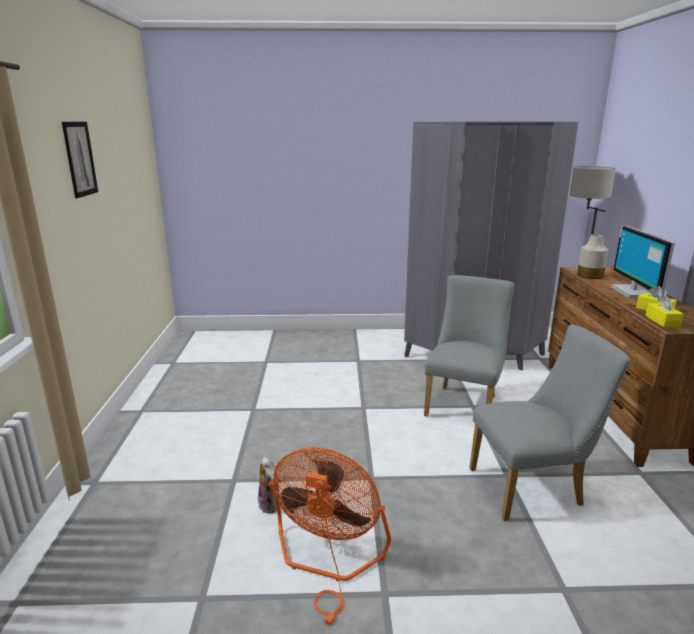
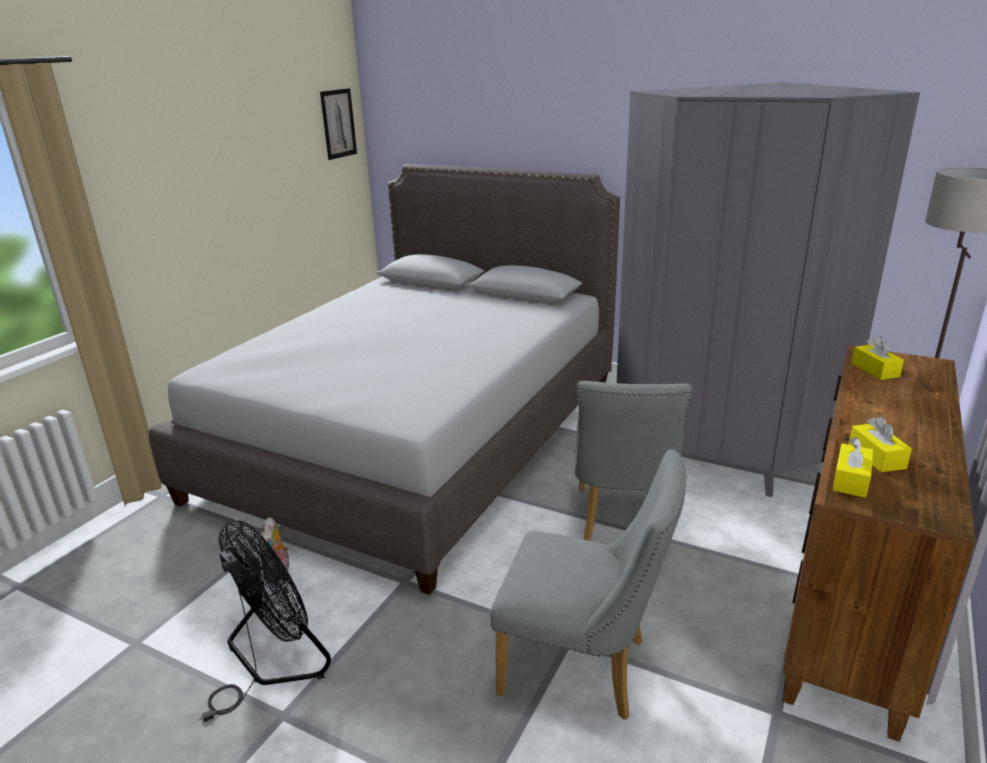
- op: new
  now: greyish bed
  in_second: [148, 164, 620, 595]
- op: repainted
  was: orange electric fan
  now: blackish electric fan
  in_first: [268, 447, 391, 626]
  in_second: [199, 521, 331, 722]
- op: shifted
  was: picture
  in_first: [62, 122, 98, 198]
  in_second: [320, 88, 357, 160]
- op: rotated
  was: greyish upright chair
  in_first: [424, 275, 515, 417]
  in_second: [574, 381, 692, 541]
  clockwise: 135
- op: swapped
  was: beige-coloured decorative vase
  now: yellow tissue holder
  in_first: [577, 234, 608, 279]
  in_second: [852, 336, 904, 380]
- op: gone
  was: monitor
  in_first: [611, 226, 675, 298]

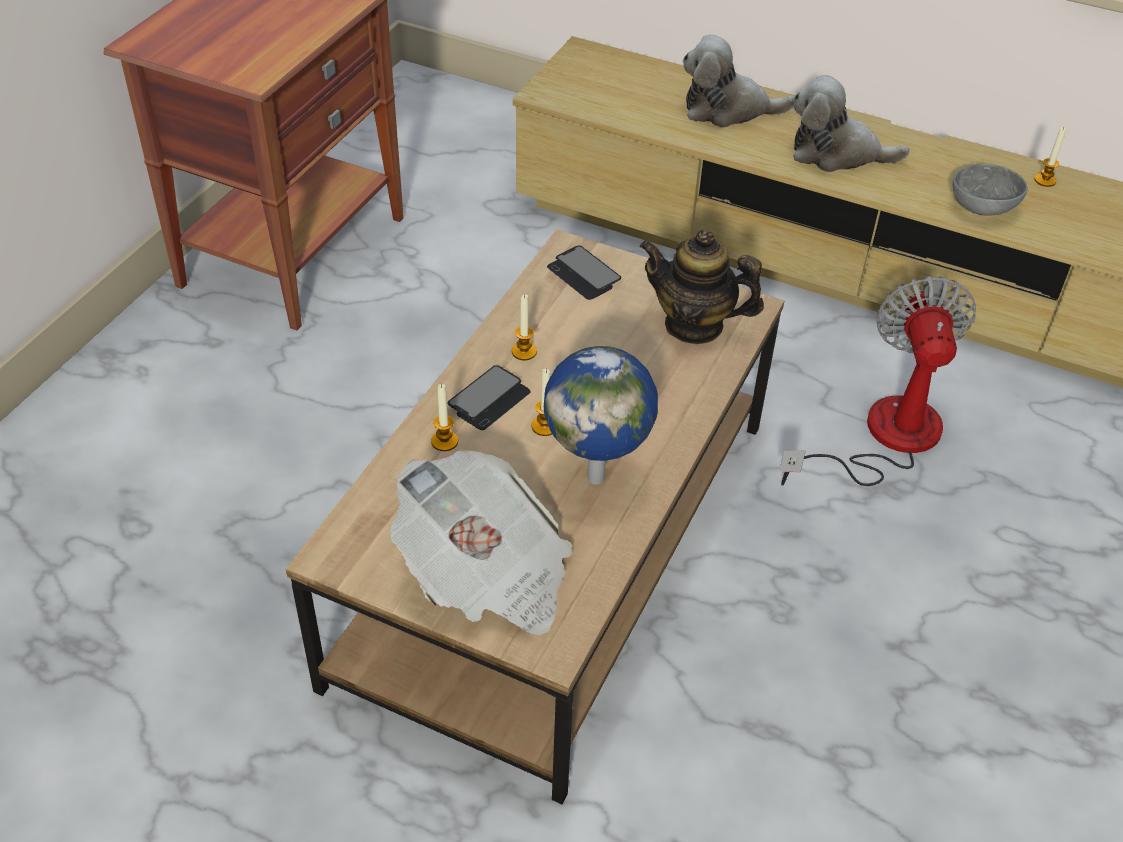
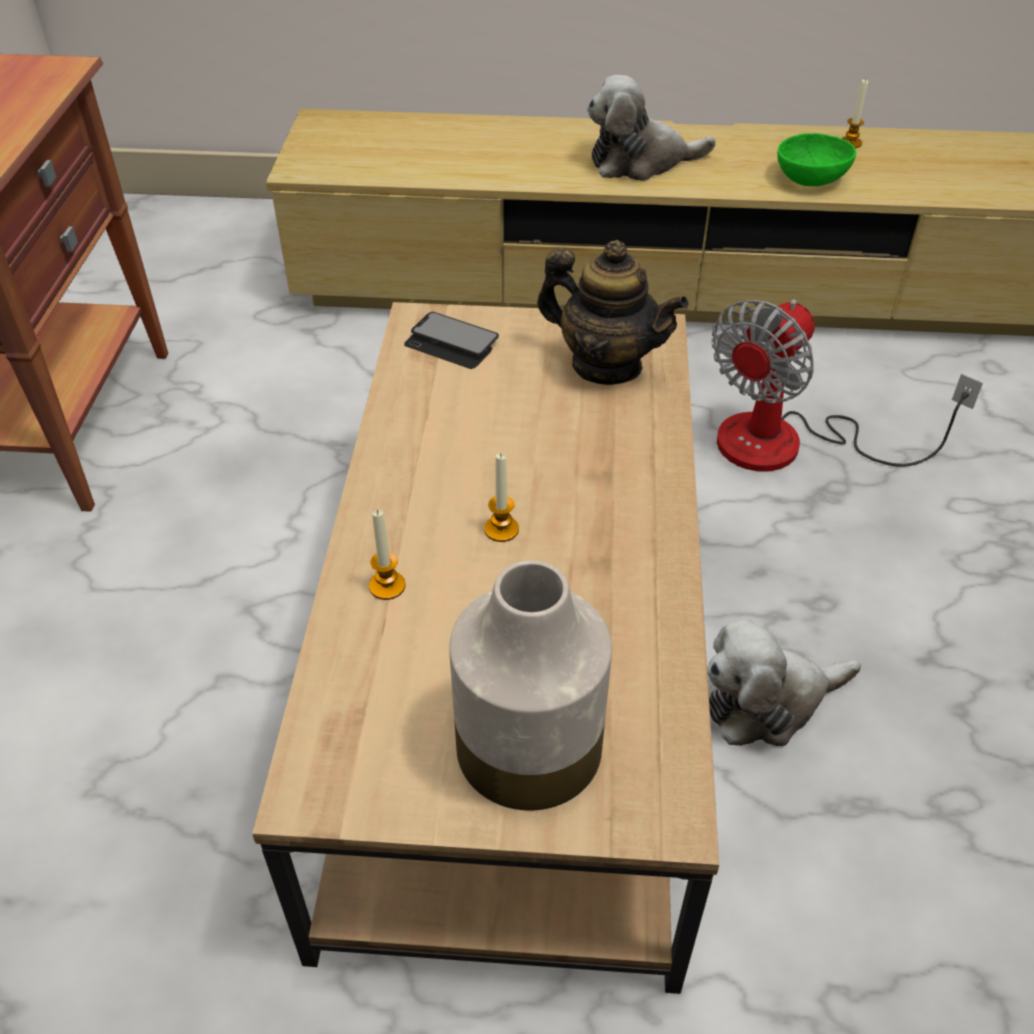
- op: swapped
  was: newspaper
  now: beige-coloured decorative vase
  in_first: [390, 451, 572, 635]
  in_second: [449, 560, 612, 811]
- op: rotated
  was: tea pot
  in_first: [640, 229, 764, 344]
  in_second: [537, 240, 689, 385]
  clockwise: -150
- op: shifted
  was: soft toy
  in_first: [683, 35, 794, 128]
  in_second: [707, 619, 861, 746]
- op: rotated
  was: electric fan
  in_first: [779, 276, 976, 486]
  in_second: [712, 300, 983, 472]
  clockwise: -120
- op: repainted
  was: greyish deep dish
  now: greenish deep dish
  in_first: [953, 163, 1028, 216]
  in_second: [777, 133, 856, 186]
- op: gone
  was: handset
  in_first: [447, 365, 531, 430]
- op: gone
  was: wax candle
  in_first: [512, 294, 537, 360]
- op: gone
  was: world globe
  in_first: [544, 346, 658, 485]

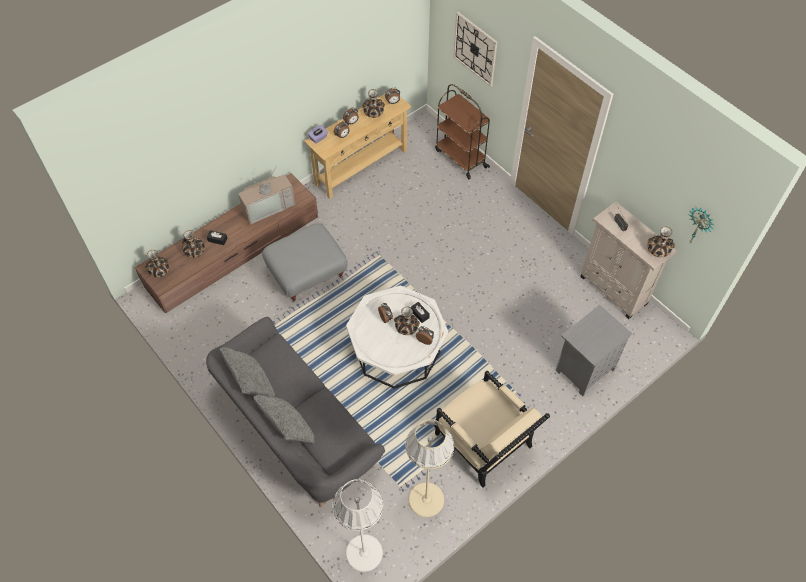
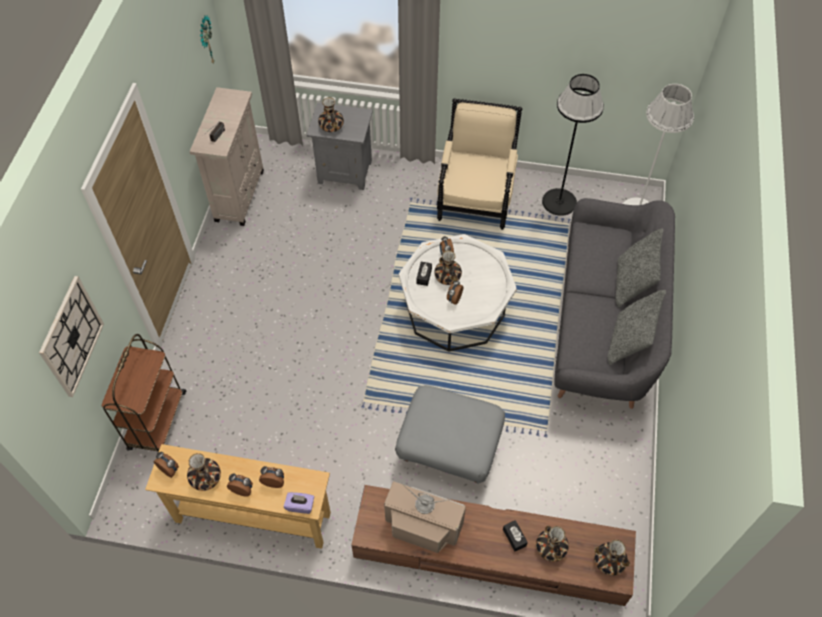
- op: shifted
  was: decorative vase
  in_first: [648, 226, 675, 257]
  in_second: [318, 97, 344, 132]
- op: repainted
  was: beige-coloured standing lamp
  now: blackish standing lamp
  in_first: [406, 419, 454, 517]
  in_second: [542, 74, 604, 216]

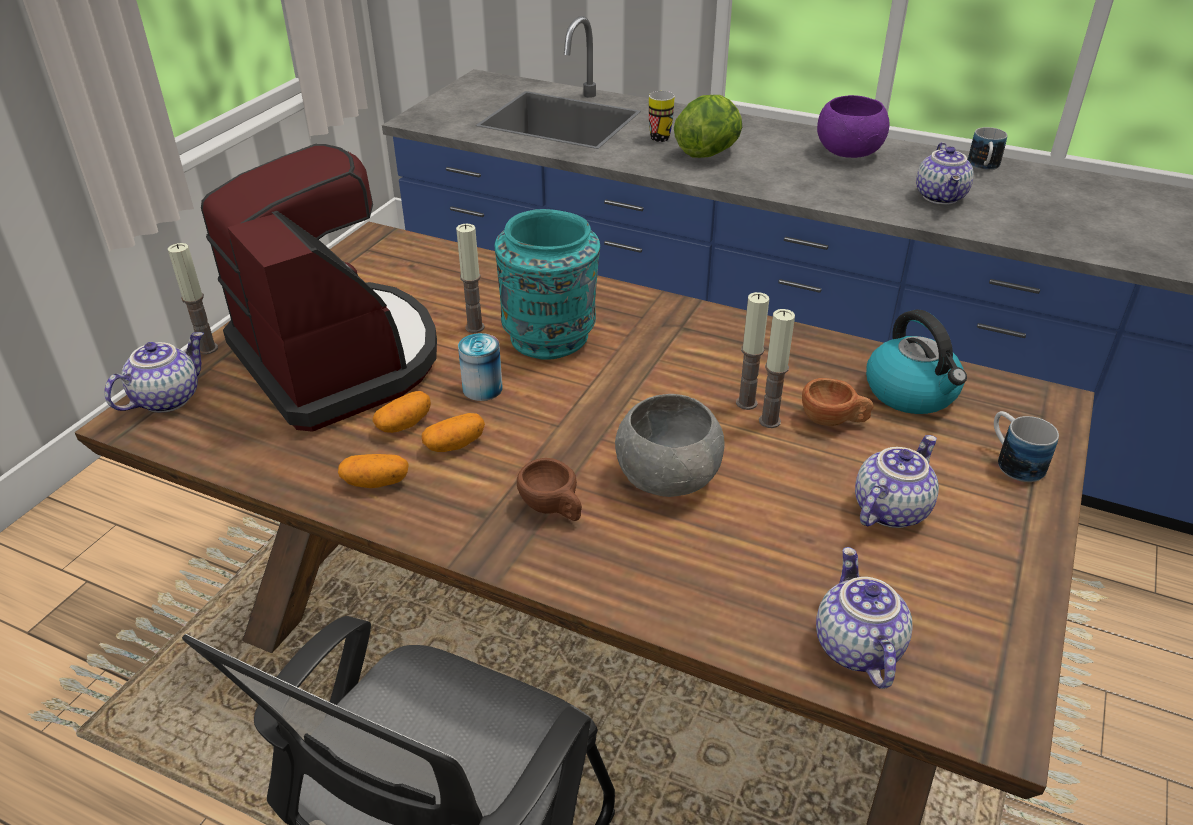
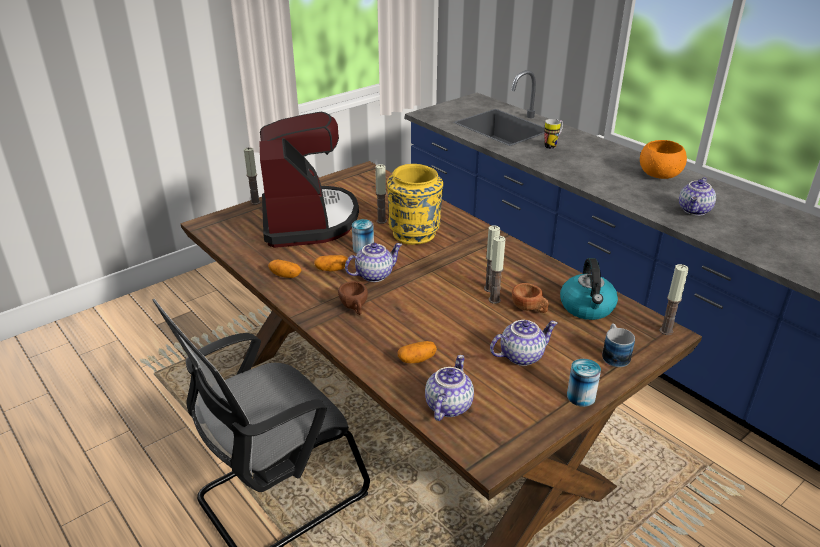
- op: shifted
  was: tea pot
  in_first: [104, 332, 204, 413]
  in_second: [345, 243, 402, 282]
- op: repainted
  was: blue-green decorative vase
  now: yellow decorative vase
  in_first: [495, 209, 600, 360]
  in_second: [387, 164, 443, 245]
- op: shifted
  was: whole potato
  in_first: [373, 391, 431, 433]
  in_second: [398, 341, 437, 363]
- op: new
  now: can
  in_second: [567, 359, 601, 407]
- op: repainted
  was: purple deep dish
  now: orange deep dish
  in_first: [817, 95, 889, 158]
  in_second: [640, 140, 687, 179]
- op: new
  now: wax candle
  in_second: [659, 264, 689, 335]
- op: gone
  was: greyish deep dish
  in_first: [615, 394, 725, 497]
- op: gone
  was: lettuce
  in_first: [674, 95, 742, 158]
- op: gone
  was: mug
  in_first: [968, 127, 1007, 171]

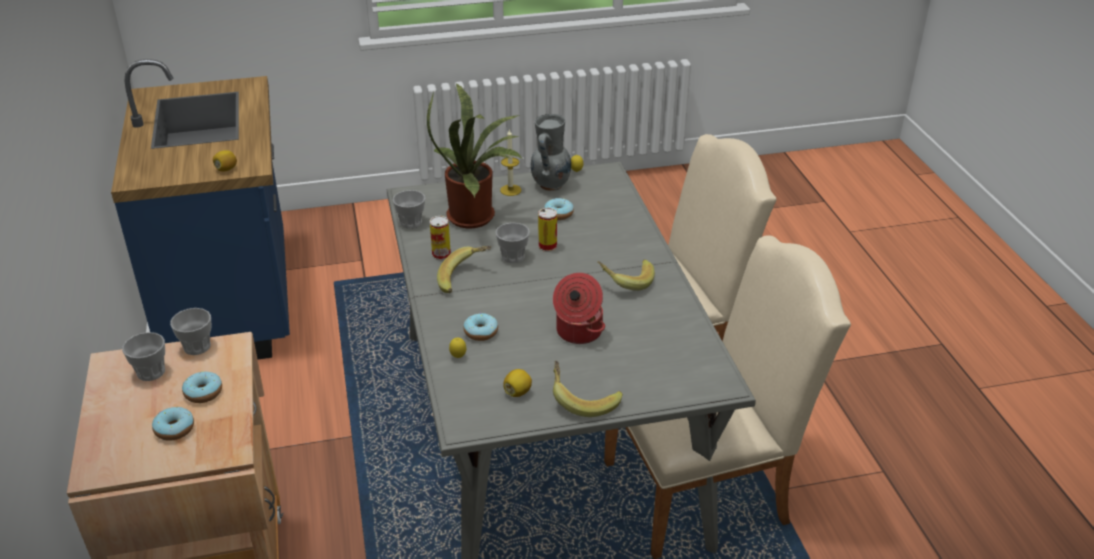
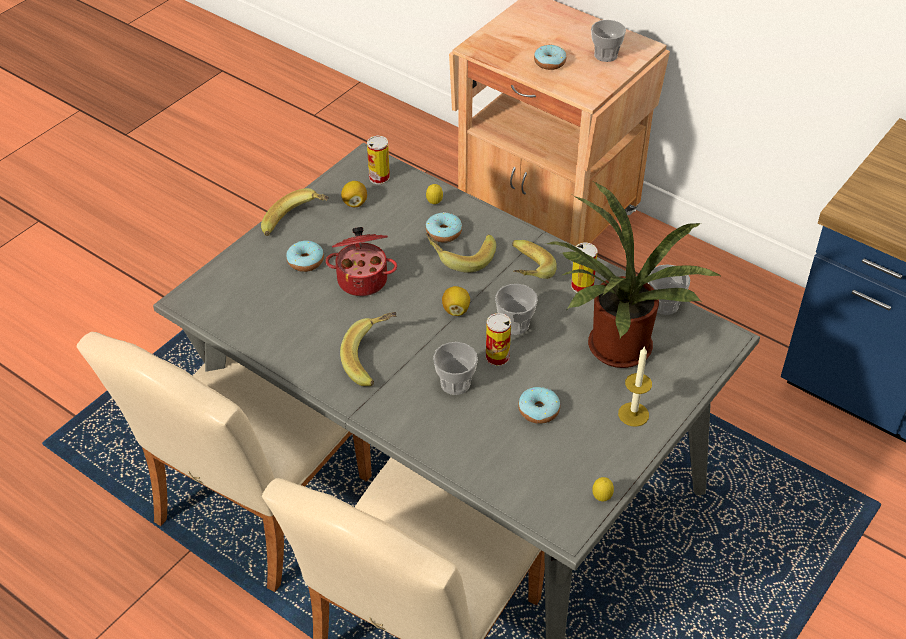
- op: shifted
  was: doughnut
  in_first: [152, 407, 194, 441]
  in_second: [286, 240, 324, 272]
- op: new
  now: can
  in_second: [367, 136, 390, 184]
- op: new
  now: banana
  in_second: [426, 233, 496, 273]
- op: shifted
  was: drinking cup
  in_first: [170, 308, 212, 355]
  in_second: [433, 342, 478, 395]
- op: shifted
  was: lemon
  in_first: [213, 150, 237, 172]
  in_second: [442, 286, 470, 316]
- op: gone
  was: greyish decorative vase
  in_first: [531, 114, 571, 191]

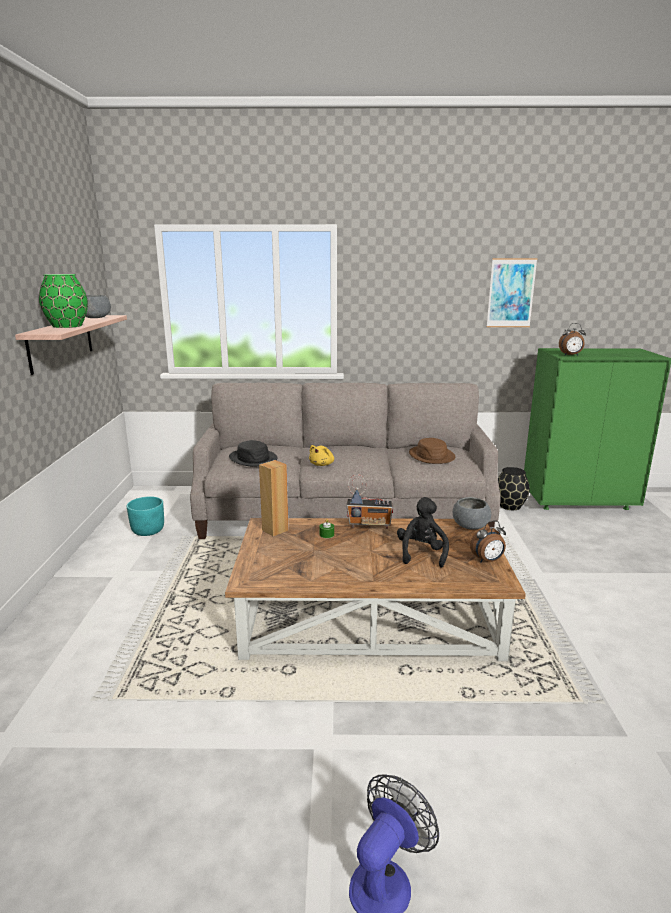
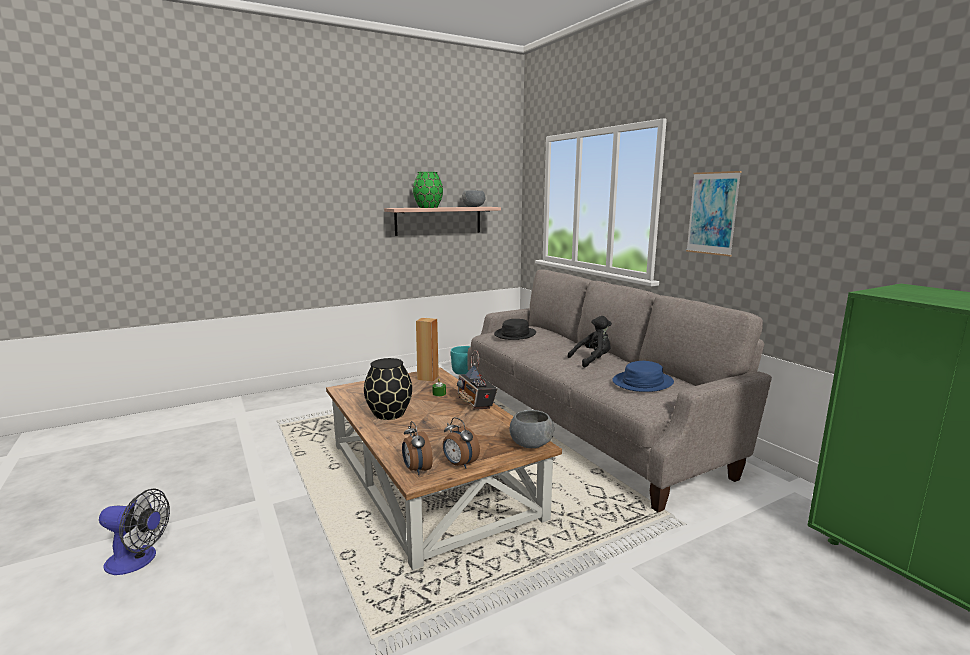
- op: shifted
  was: blackish decorative vase
  in_first: [498, 467, 530, 510]
  in_second: [364, 358, 412, 420]
- op: shifted
  was: bedside clock
  in_first: [559, 323, 586, 356]
  in_second: [402, 421, 433, 475]
- op: shifted
  was: blackish soft toy
  in_first: [397, 497, 449, 568]
  in_second: [567, 316, 612, 368]
- op: repainted
  was: brown clothing hat
  now: bluish clothing hat
  in_first: [409, 438, 455, 464]
  in_second: [612, 361, 674, 392]
- op: shifted
  was: picture
  in_first: [487, 258, 537, 327]
  in_second: [686, 171, 741, 256]
- op: gone
  was: yellow soft toy
  in_first: [309, 445, 334, 466]

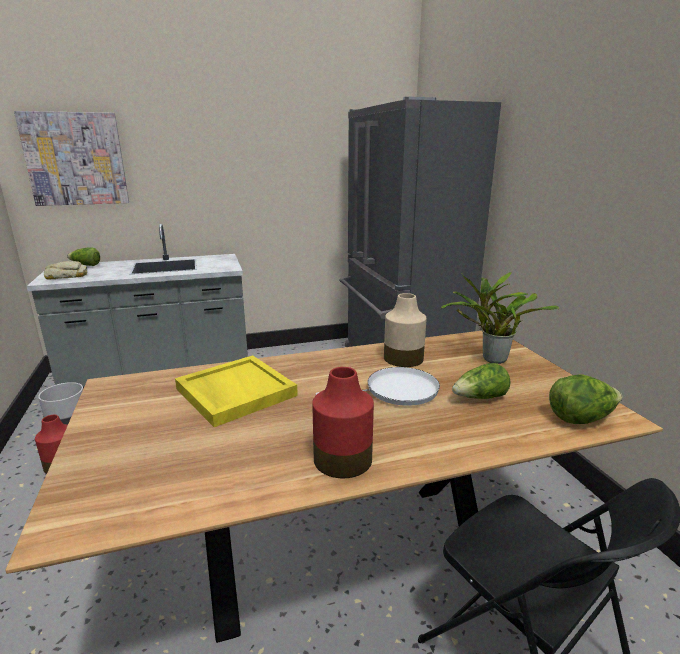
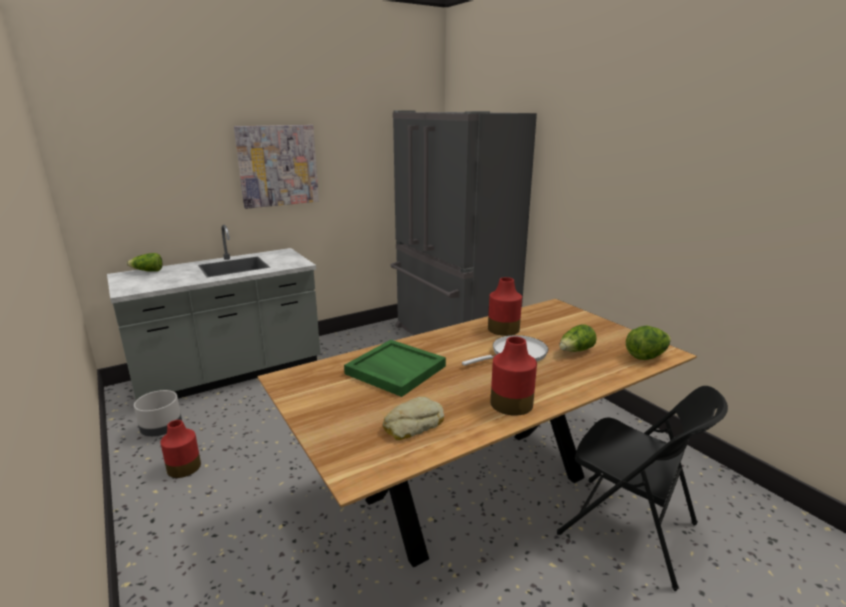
- op: shifted
  was: picture
  in_first: [14, 111, 129, 206]
  in_second: [234, 125, 319, 209]
- op: repainted
  was: yellow tray
  now: greenish tray
  in_first: [175, 355, 298, 427]
  in_second: [344, 340, 446, 397]
- op: shifted
  was: baked bread
  in_first: [44, 261, 87, 280]
  in_second: [383, 396, 444, 440]
- op: repainted
  was: beige-coloured decorative vase
  now: reddish decorative vase
  in_first: [384, 293, 427, 367]
  in_second: [488, 277, 522, 336]
- op: gone
  was: potted plant
  in_first: [441, 272, 559, 364]

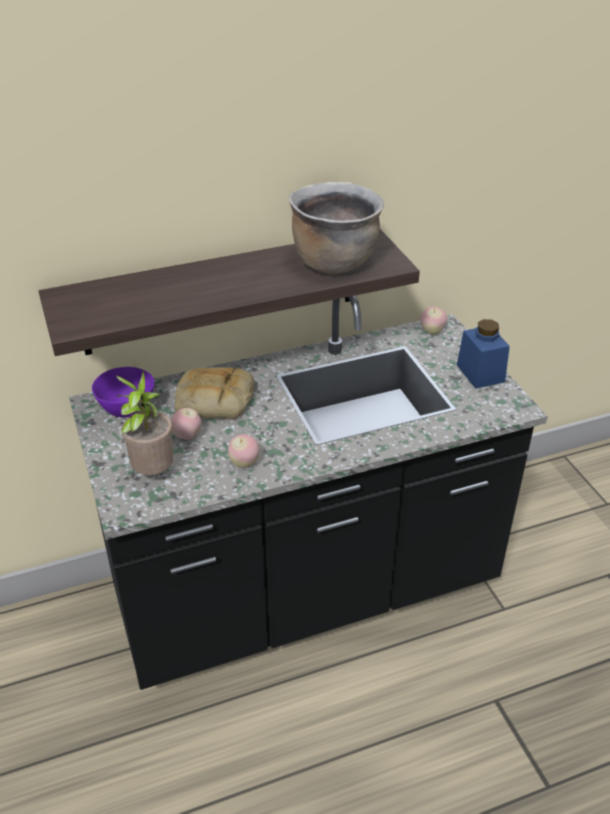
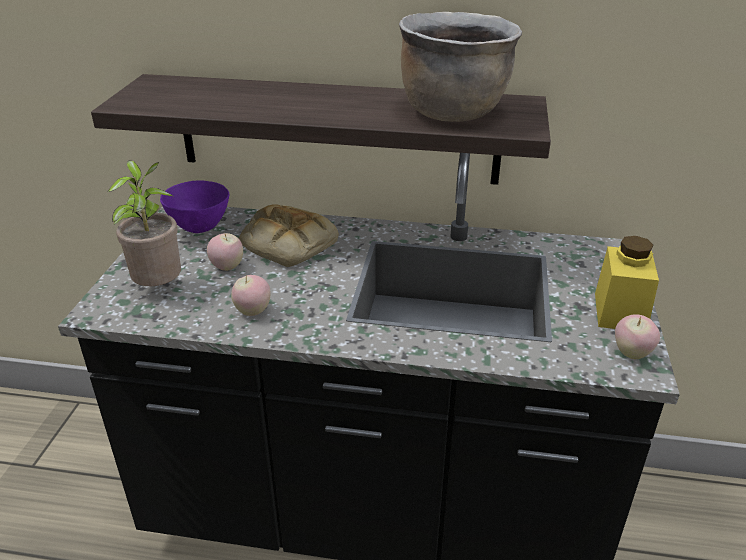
- op: repainted
  was: bluish jar
  now: yellow jar
  in_first: [457, 319, 510, 389]
  in_second: [595, 236, 659, 329]
- op: shifted
  was: whole apple
  in_first: [420, 307, 447, 335]
  in_second: [615, 314, 660, 359]

